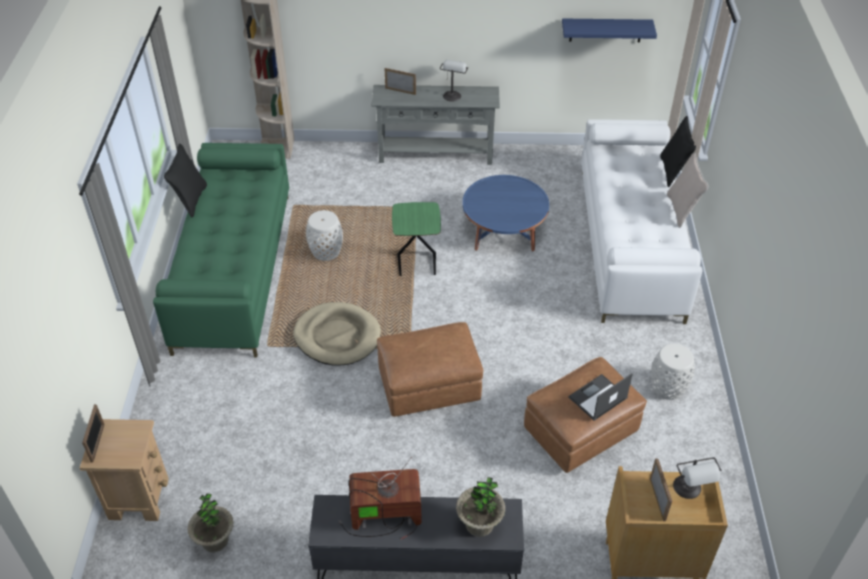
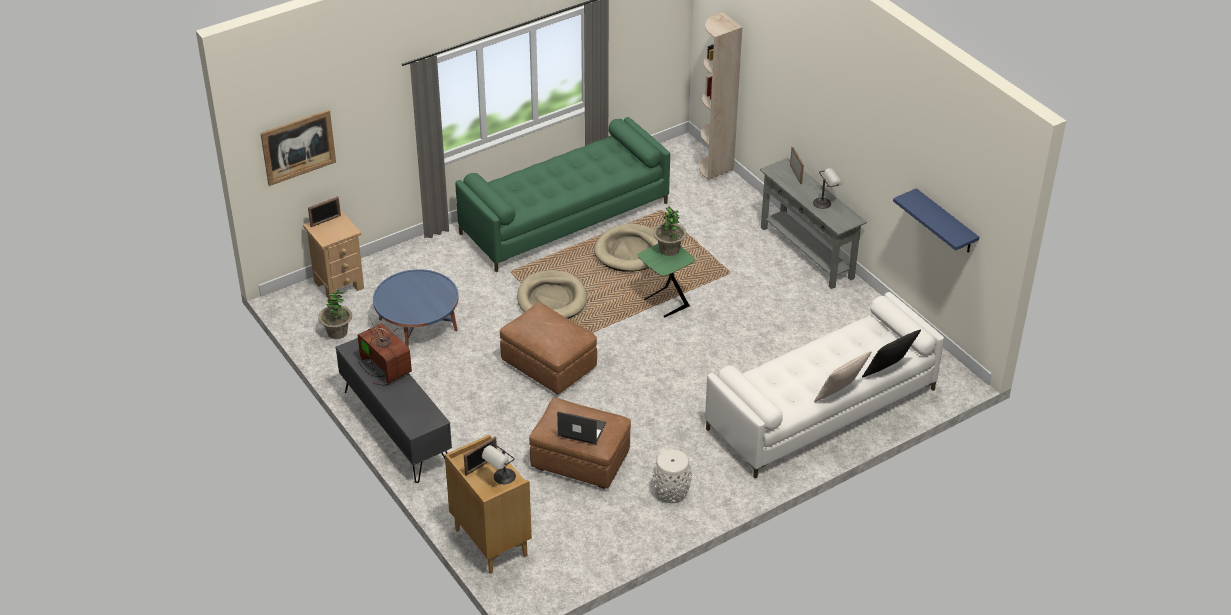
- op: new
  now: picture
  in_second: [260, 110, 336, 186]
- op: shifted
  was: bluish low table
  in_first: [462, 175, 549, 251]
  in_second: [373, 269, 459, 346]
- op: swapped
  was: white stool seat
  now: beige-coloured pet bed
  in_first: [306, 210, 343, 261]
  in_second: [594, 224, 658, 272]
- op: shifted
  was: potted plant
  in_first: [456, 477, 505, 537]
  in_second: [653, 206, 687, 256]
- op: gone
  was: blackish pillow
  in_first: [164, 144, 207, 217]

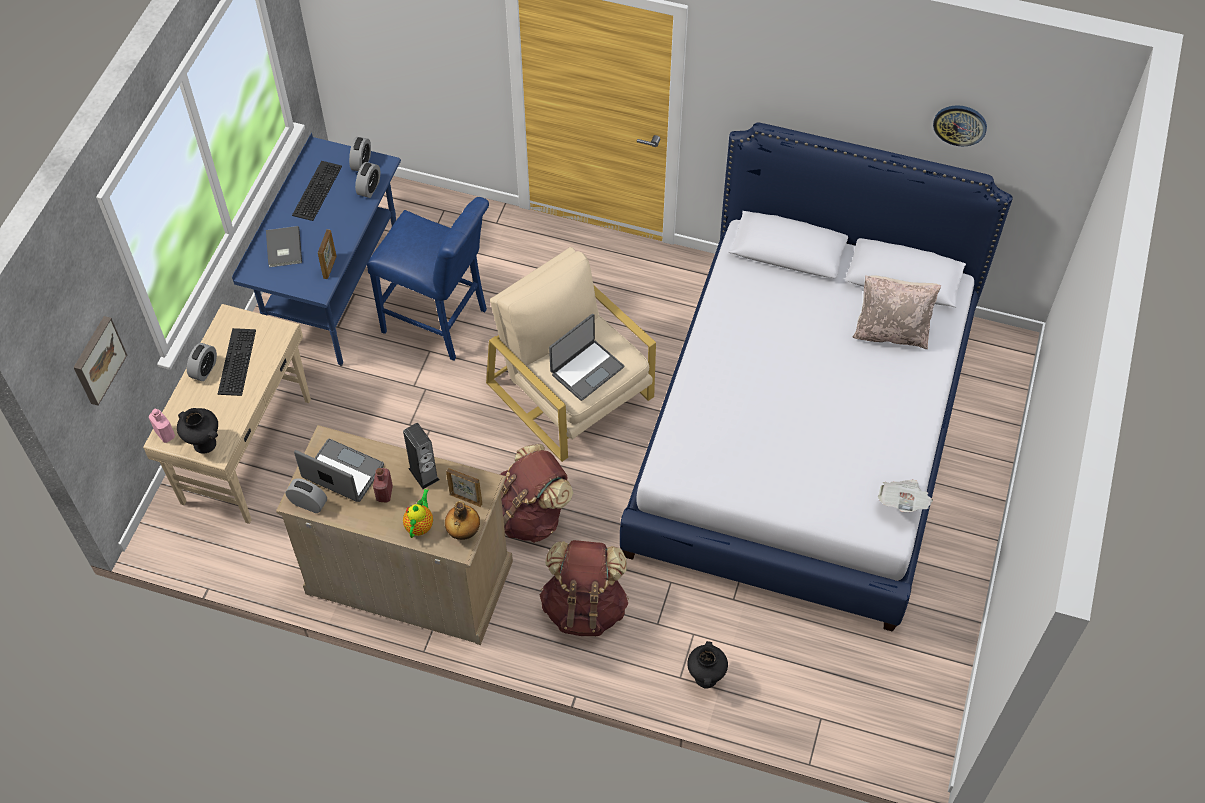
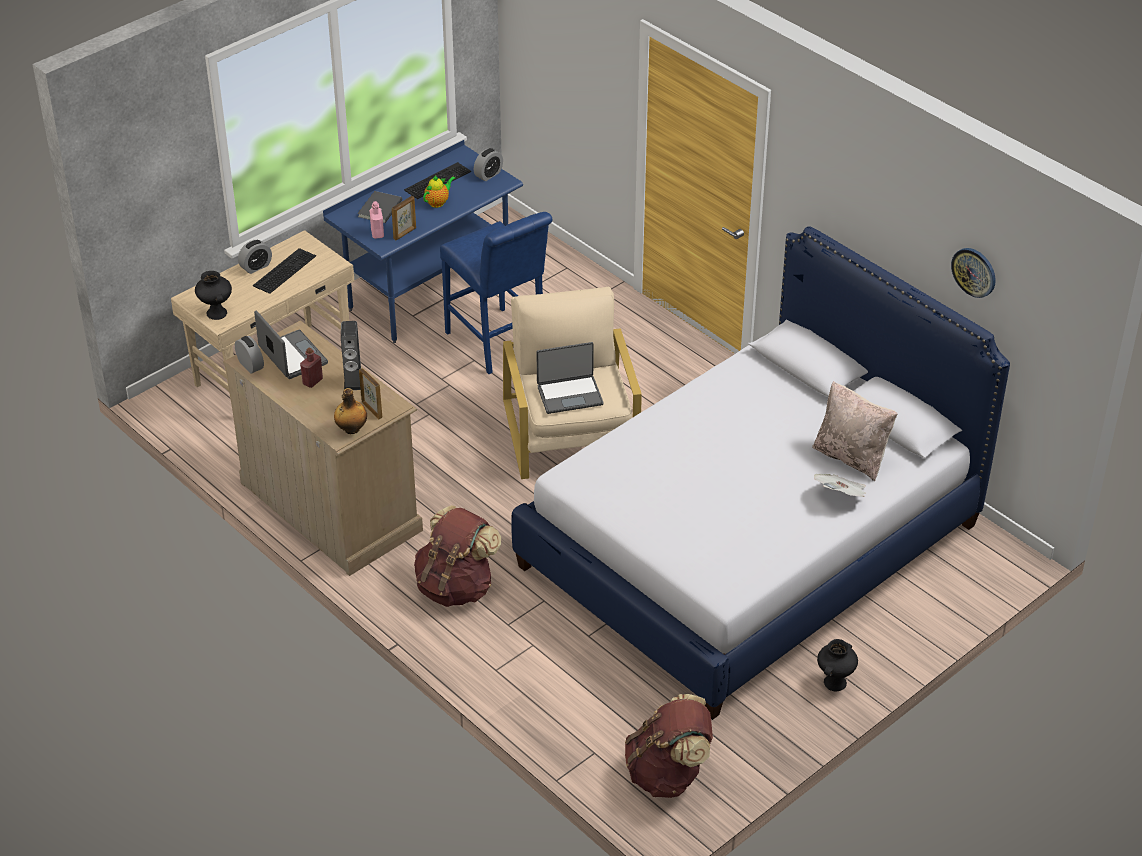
- op: shifted
  was: pink bottle
  in_first: [148, 409, 175, 443]
  in_second: [370, 201, 384, 239]
- op: shifted
  was: tea pot
  in_first: [403, 489, 433, 538]
  in_second: [423, 175, 456, 208]
- op: shifted
  was: brown knapsack
  in_first: [500, 444, 573, 543]
  in_second: [625, 694, 713, 798]
- op: shifted
  was: newspaper
  in_first: [878, 479, 933, 512]
  in_second: [814, 474, 866, 497]
- op: shifted
  was: blackish decorative vase
  in_first: [687, 641, 728, 688]
  in_second: [817, 639, 858, 691]
- op: gone
  was: picture
  in_first: [73, 316, 127, 406]
- op: gone
  was: bedside clock
  in_first: [355, 162, 380, 198]

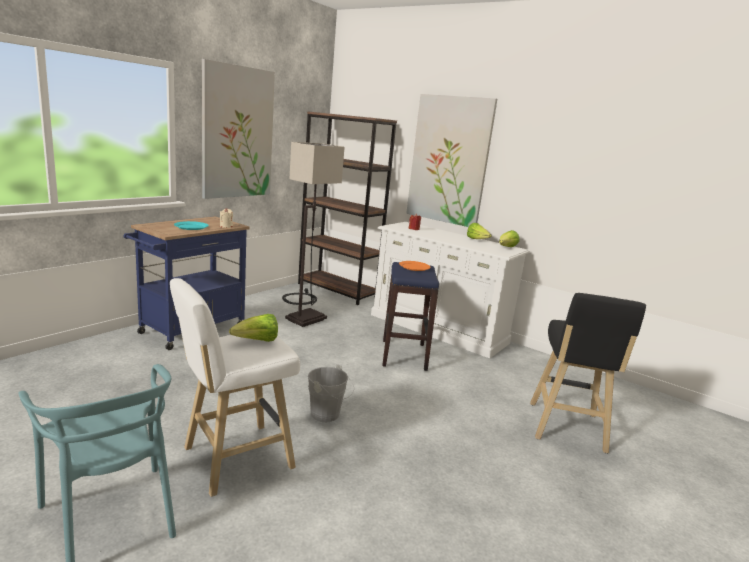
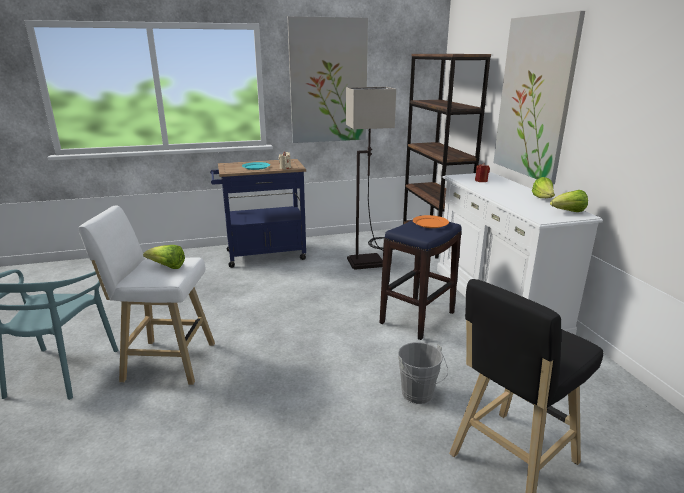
- op: shifted
  was: greyish pail
  in_first: [308, 364, 354, 422]
  in_second: [398, 342, 448, 404]

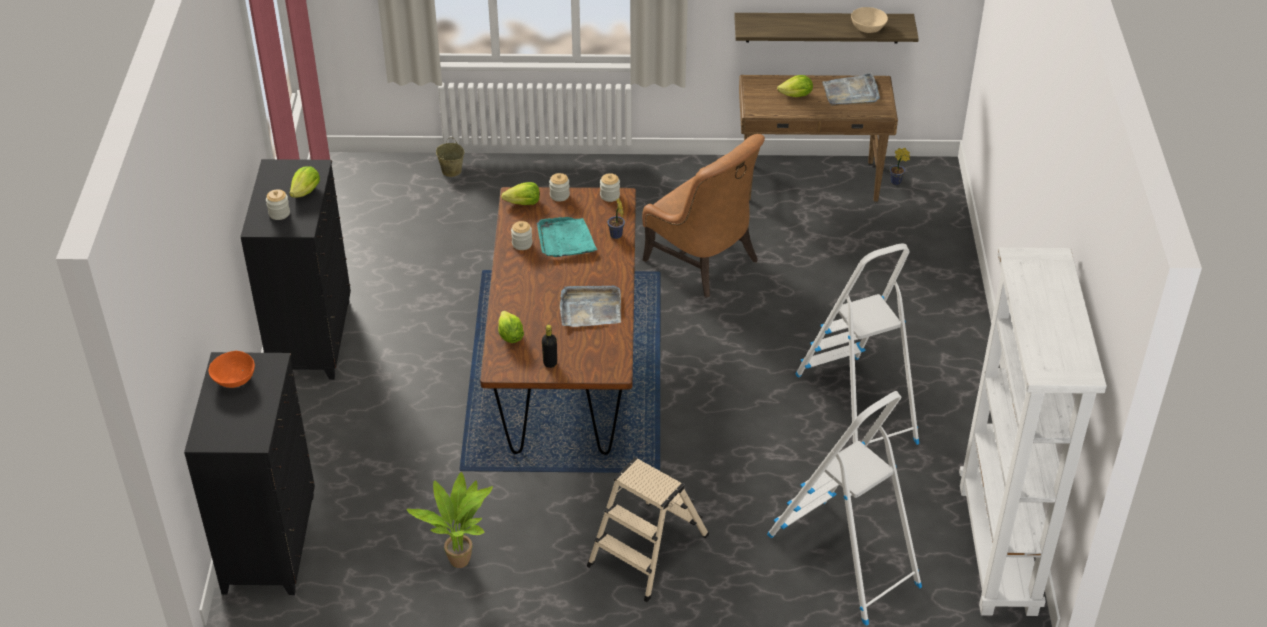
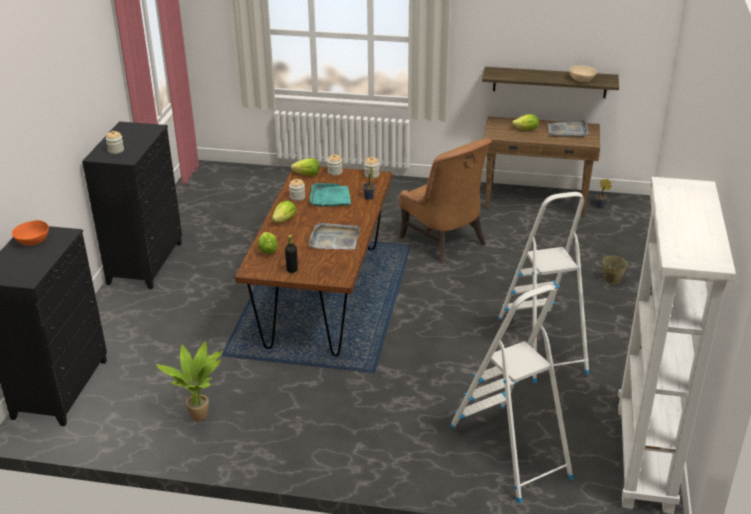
- op: shifted
  was: lettuce
  in_first: [289, 166, 320, 198]
  in_second: [271, 201, 296, 223]
- op: shifted
  was: beige-coloured pail
  in_first: [436, 137, 464, 177]
  in_second: [603, 250, 628, 284]
- op: gone
  was: beige-coloured step stool
  in_first: [587, 457, 709, 602]

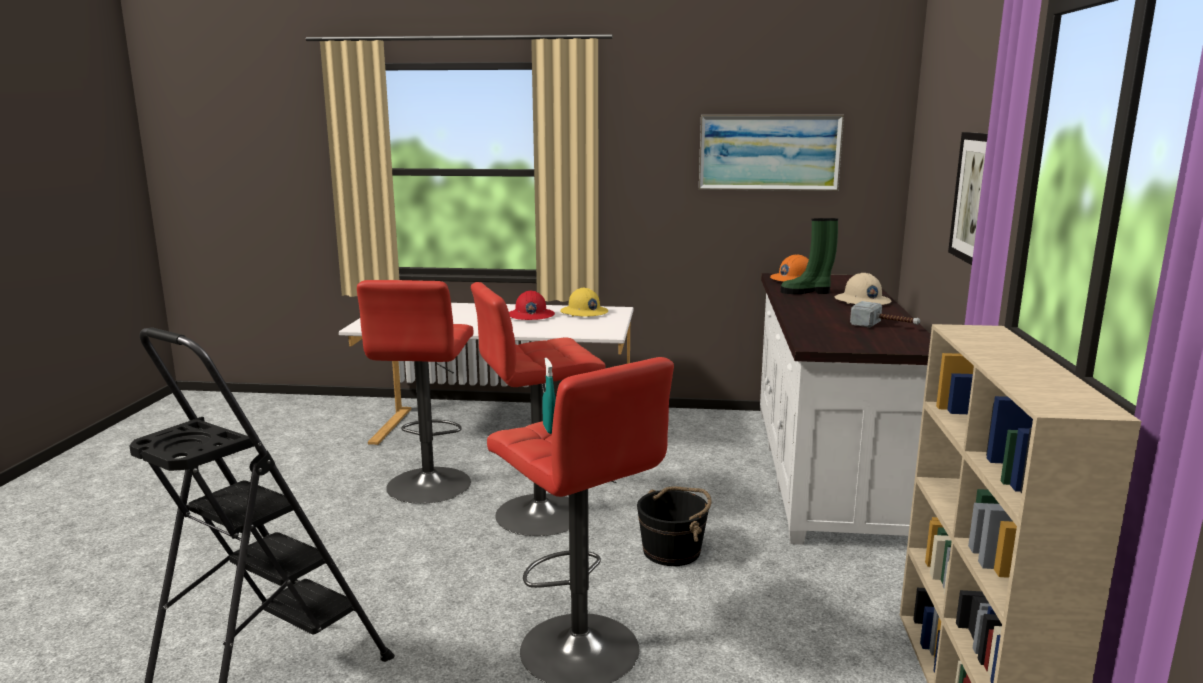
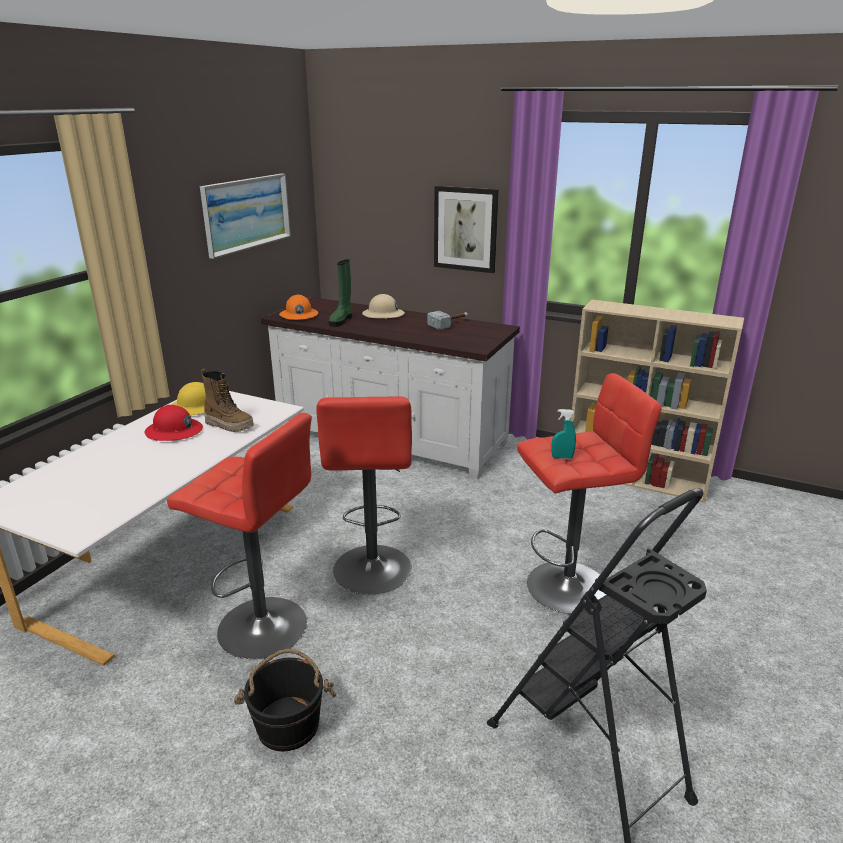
- op: new
  now: boot
  in_second: [201, 369, 254, 432]
- op: shifted
  was: blackish pail
  in_first: [637, 486, 712, 566]
  in_second: [234, 649, 336, 752]

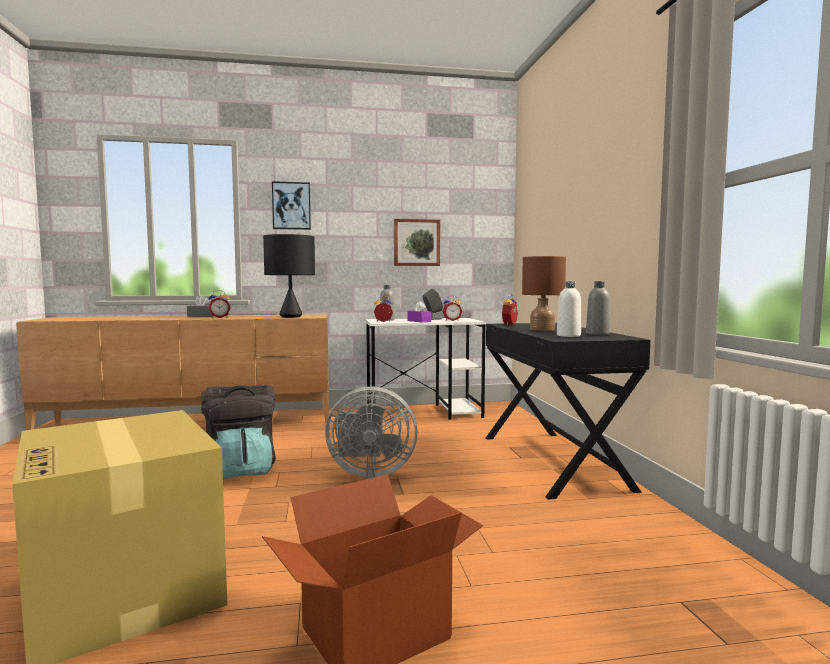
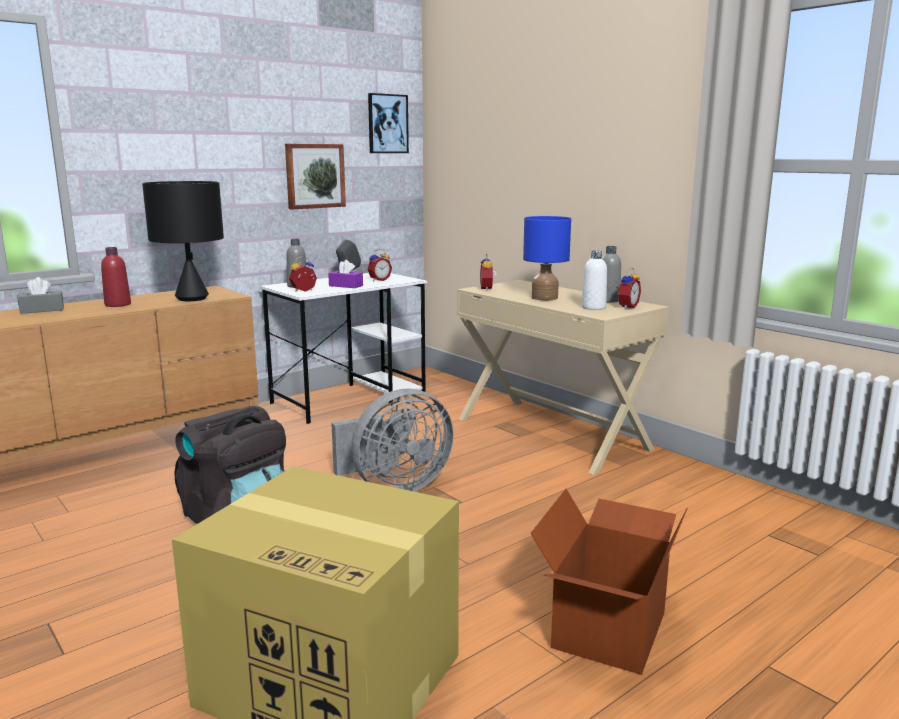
- op: new
  now: reddish bottle
  in_second: [101, 247, 131, 307]
- op: shifted
  was: picture
  in_first: [272, 181, 311, 230]
  in_second: [368, 93, 409, 153]
- op: repainted
  was: blackish desk table
  now: beige-coloured desk table
  in_first: [486, 323, 651, 499]
  in_second: [457, 280, 669, 475]
- op: repainted
  was: brown lamp for a table
  now: bluish lamp for a table
  in_first: [522, 256, 566, 331]
  in_second: [523, 216, 571, 300]
- op: shifted
  was: bedside clock
  in_first: [208, 290, 231, 318]
  in_second: [616, 268, 641, 309]

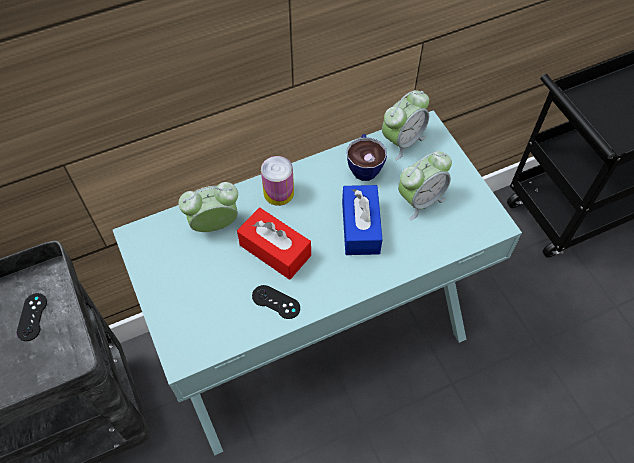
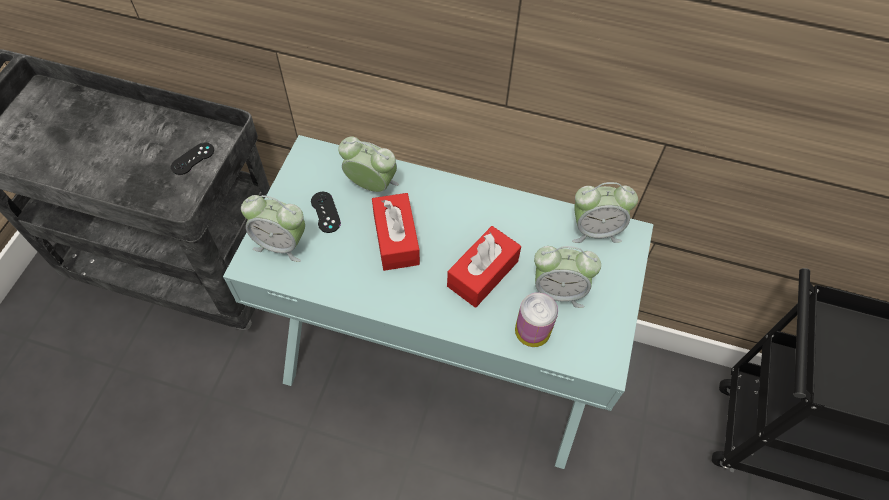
- op: new
  now: bedside clock
  in_second: [241, 195, 305, 262]
- op: shifted
  was: blackish joypad
  in_first: [252, 285, 300, 319]
  in_second: [311, 192, 341, 233]
- op: repainted
  was: bluish tissue holder
  now: reddish tissue holder
  in_first: [342, 185, 382, 255]
  in_second: [447, 226, 521, 308]
- op: shifted
  was: can
  in_first: [261, 156, 294, 206]
  in_second: [515, 293, 558, 347]
- op: gone
  was: drinking cup
  in_first: [347, 134, 387, 181]

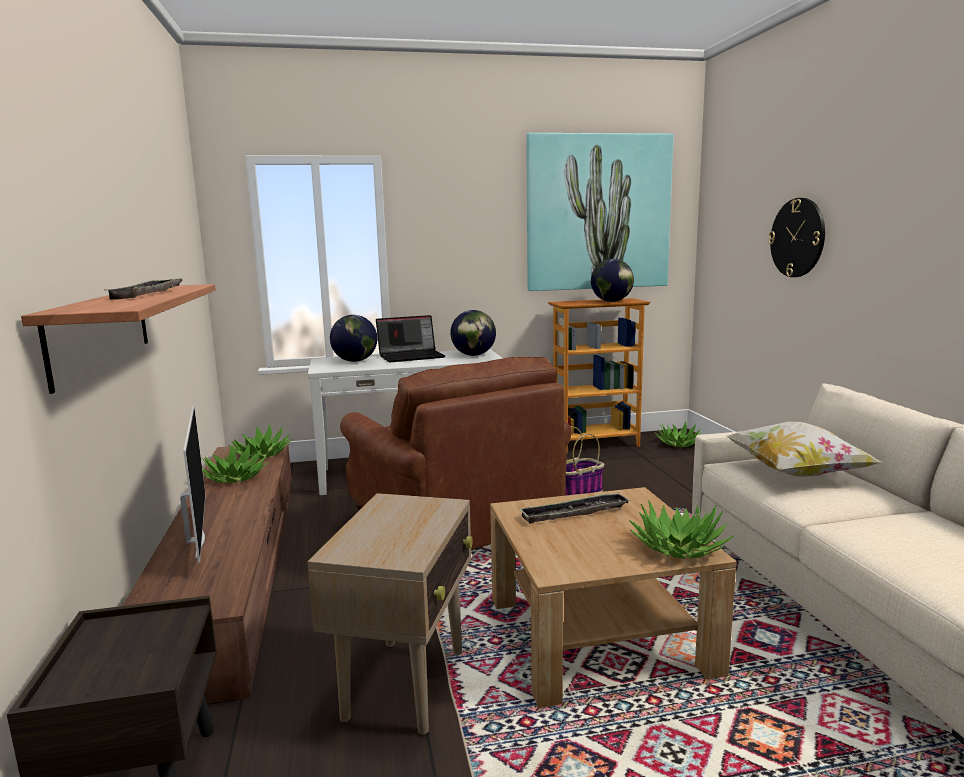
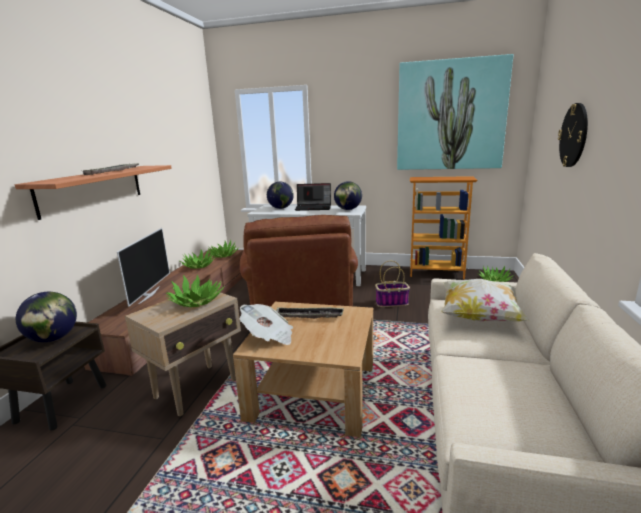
- op: shifted
  was: world globe
  in_first: [591, 259, 634, 302]
  in_second: [16, 292, 77, 342]
- op: shifted
  was: potted plant
  in_first: [630, 500, 734, 559]
  in_second: [166, 274, 225, 307]
- op: new
  now: newspaper
  in_second: [239, 304, 293, 345]

